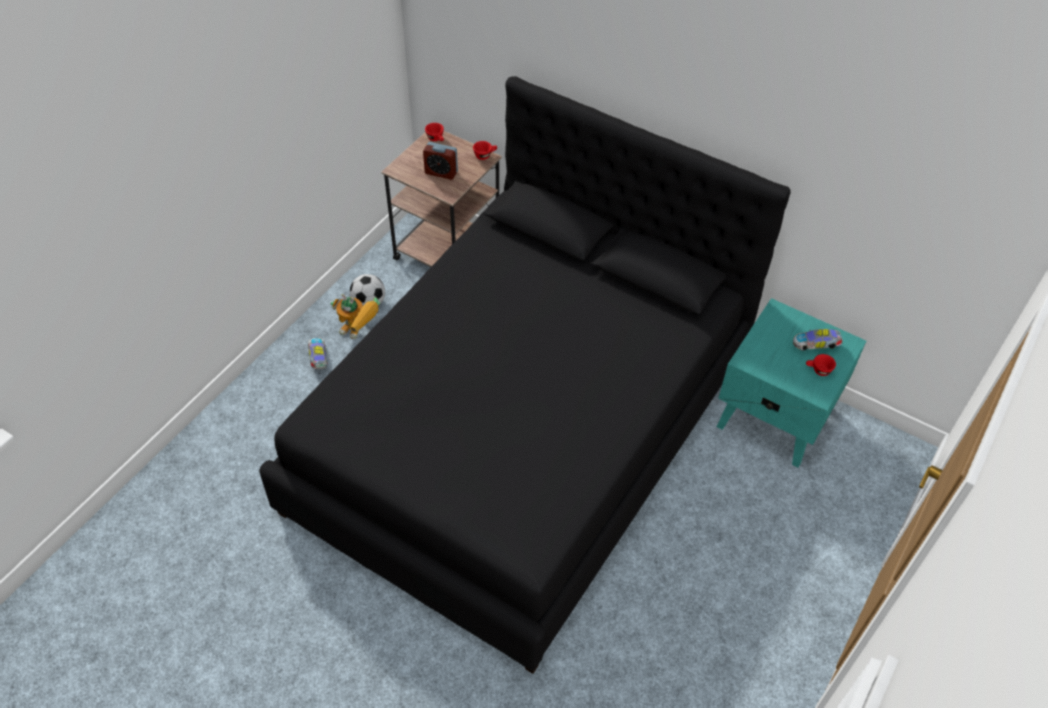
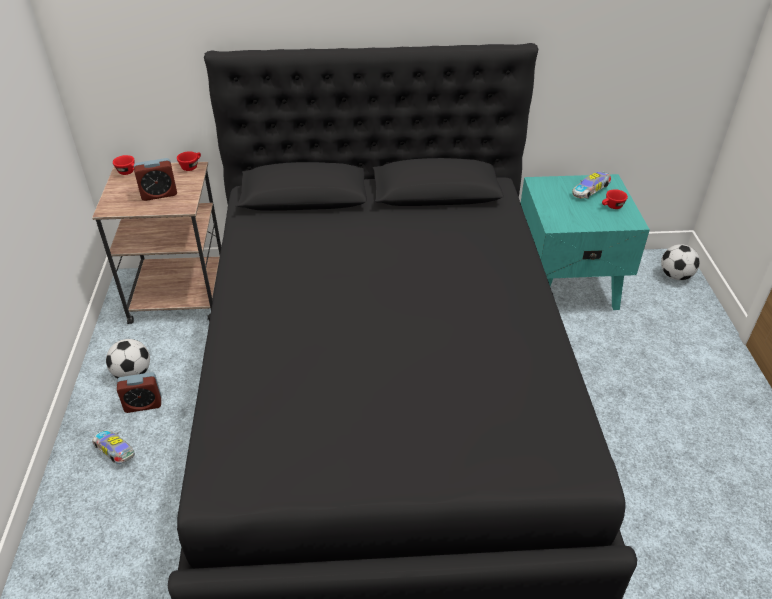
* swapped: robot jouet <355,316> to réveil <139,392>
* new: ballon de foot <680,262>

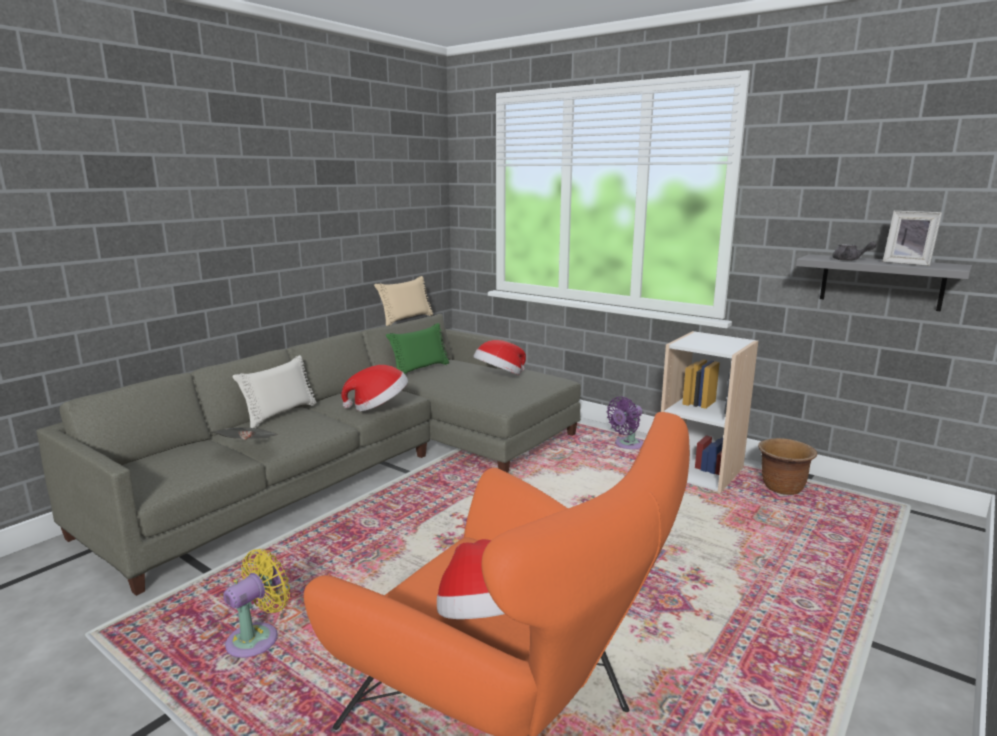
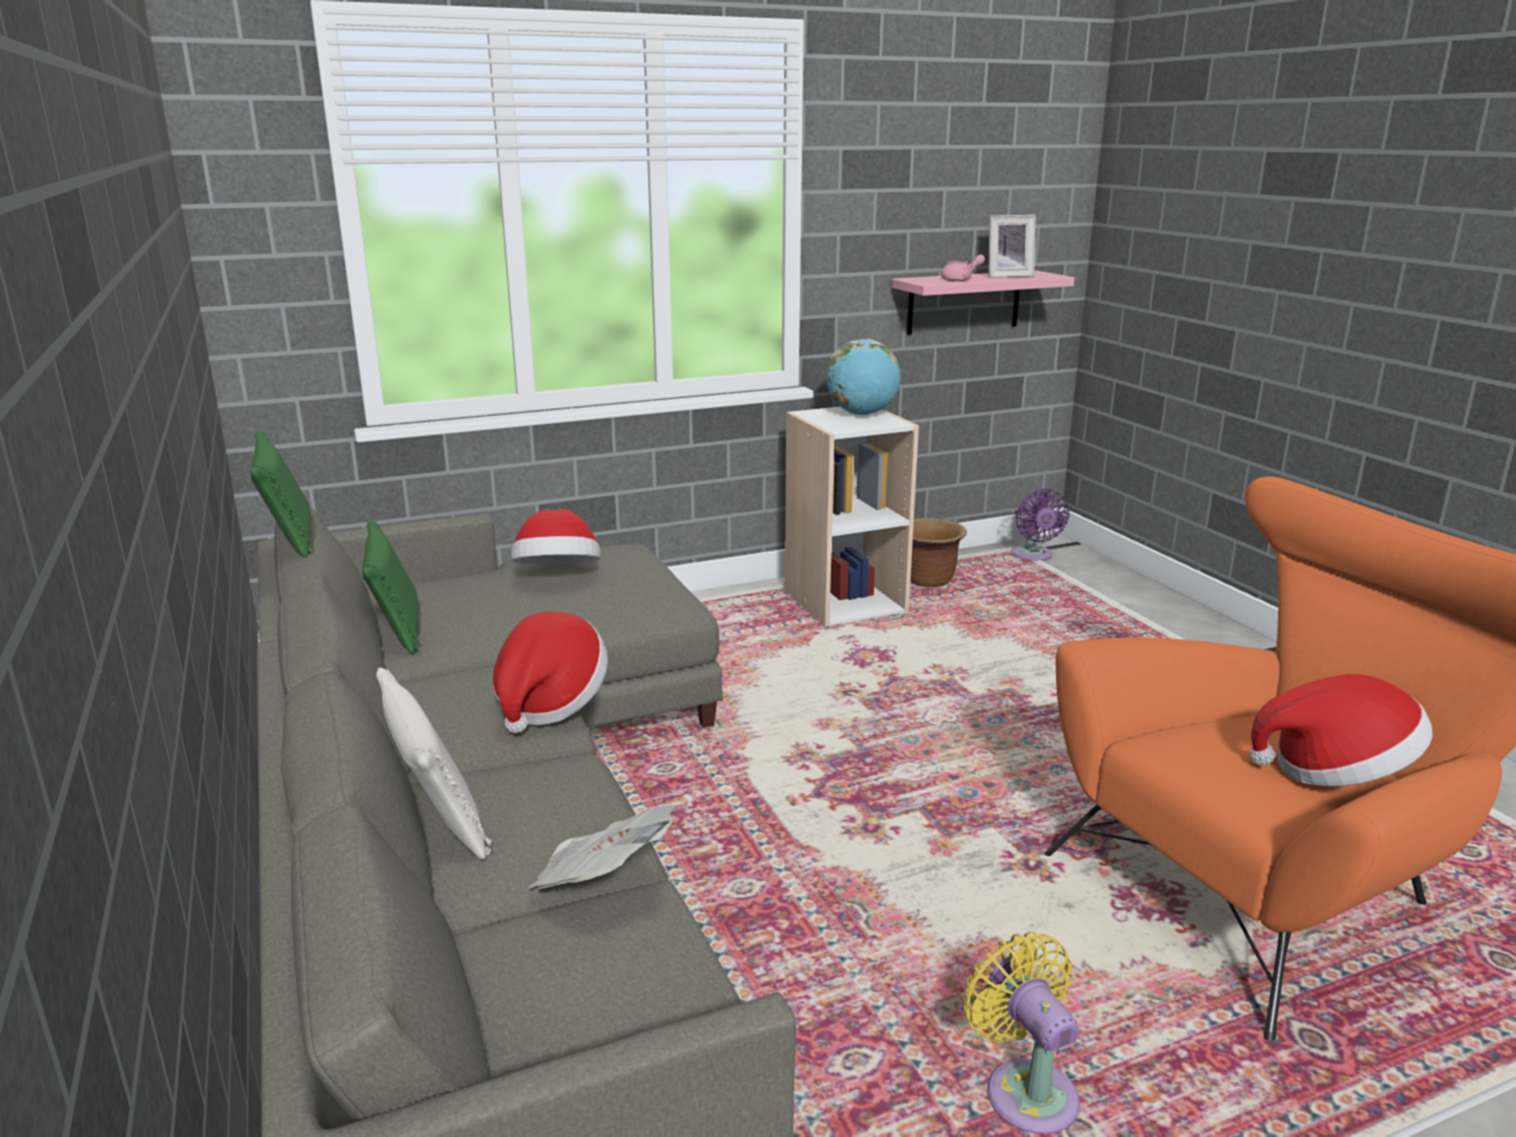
* repainted: coussin [beige] <403,301> to coussin [vert] <282,494>
* shifted: ventilateur [violet] <625,423> to <1040,525>
* repainted: étagère [gris] <884,282> to étagère [rose] <983,302>
* repainted: théière [gris] <854,251> to théière [rose] <963,267>
* new: globe <863,377>

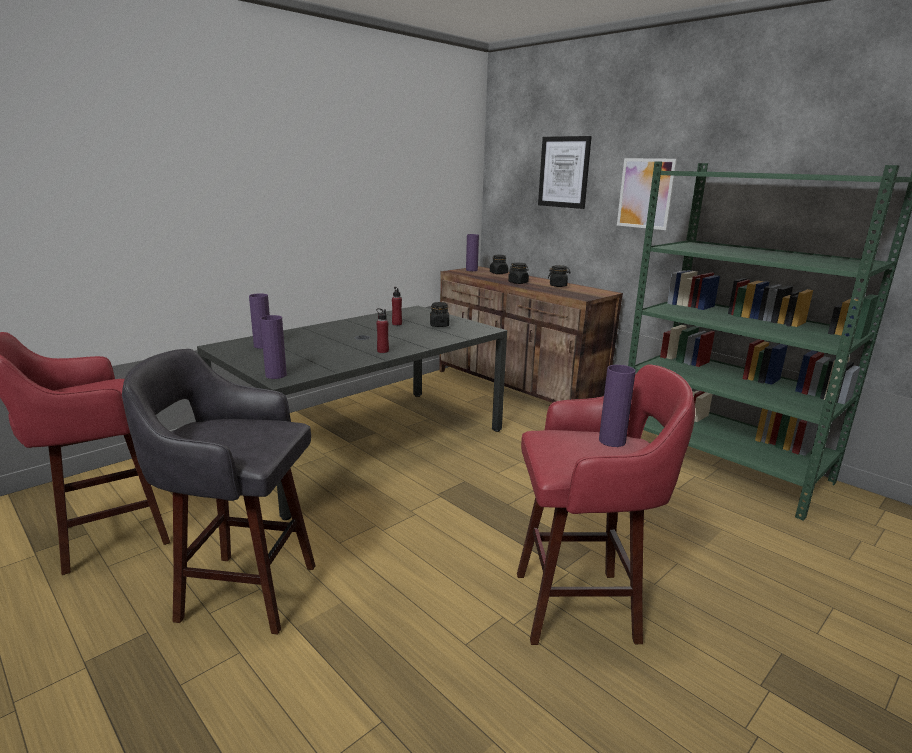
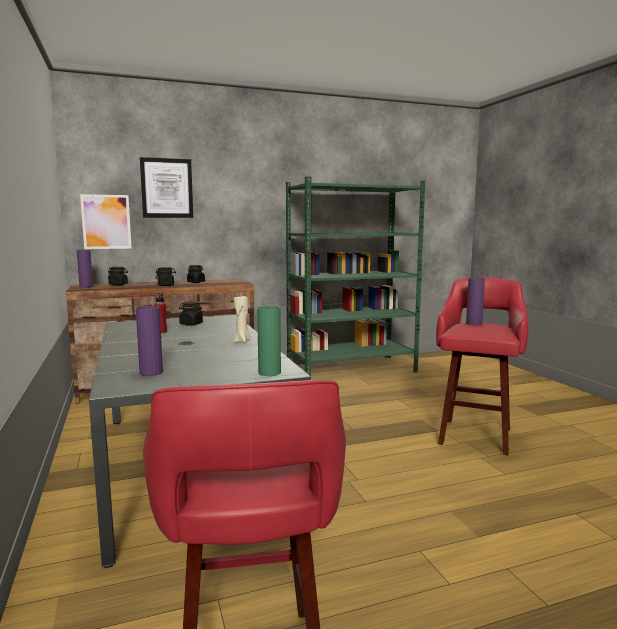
* gone: tabouret [gris] <218,492>
* repainted: vase [violet] <273,347> to vase [vert] <269,341>
* swapped: bouteille [rouge] <382,330> to bougie [beige] <242,319>
* shifted: tableau <647,194> to <106,221>

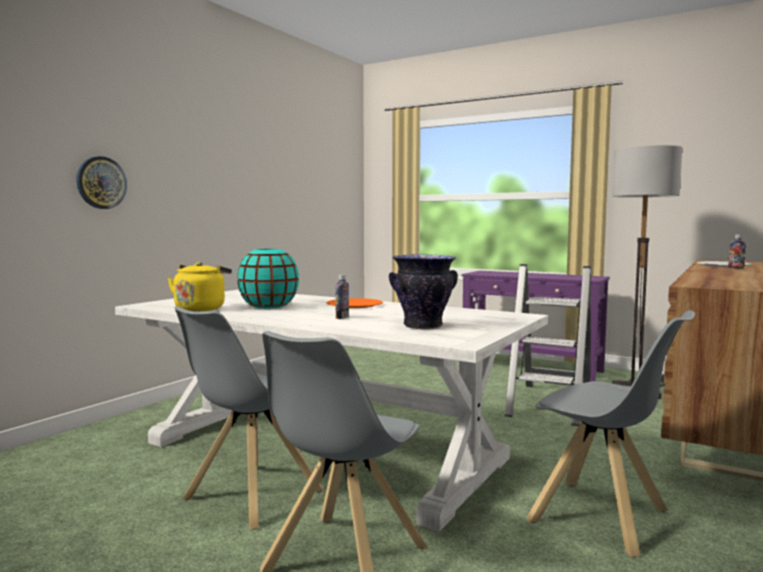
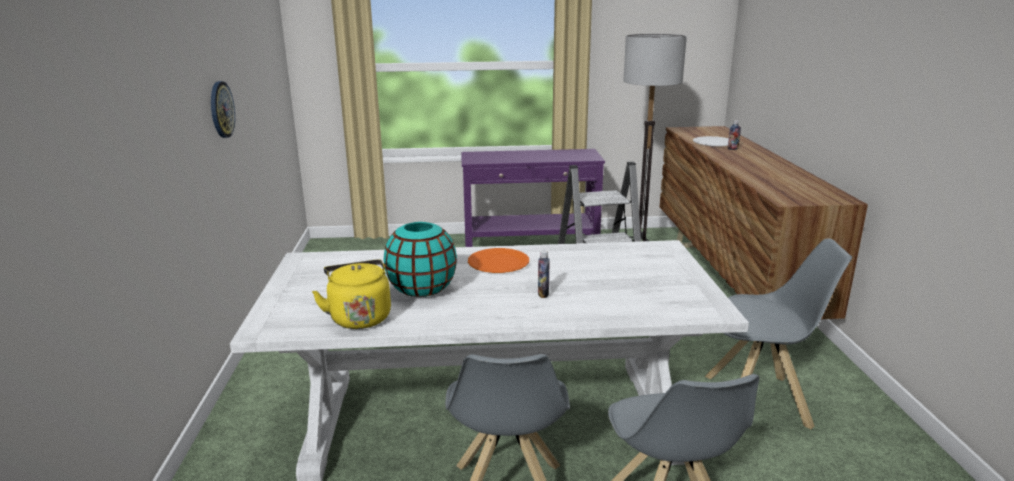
* shifted: horloge murale <101,182> to <223,109>
* gone: vase <423,292>

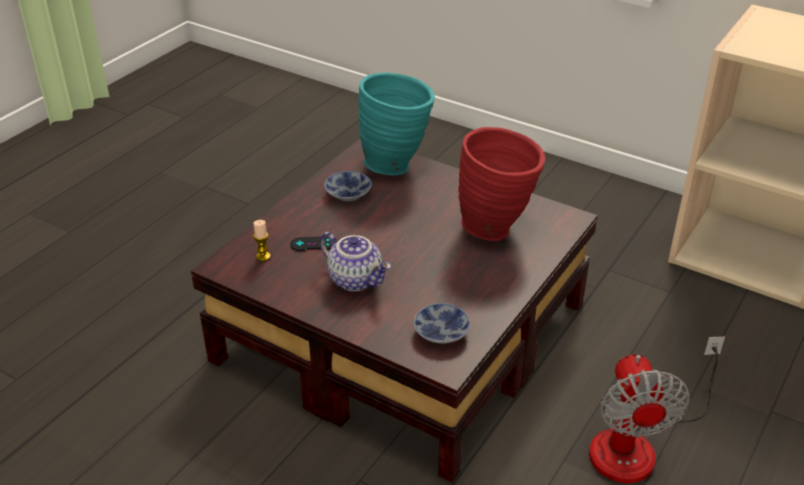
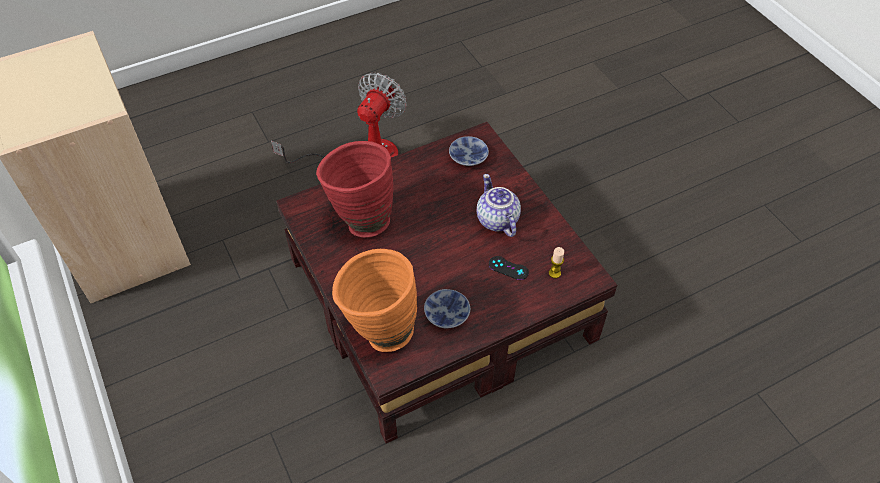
* repainted: vase [turquoise] <396,123> to vase [orange] <374,300>

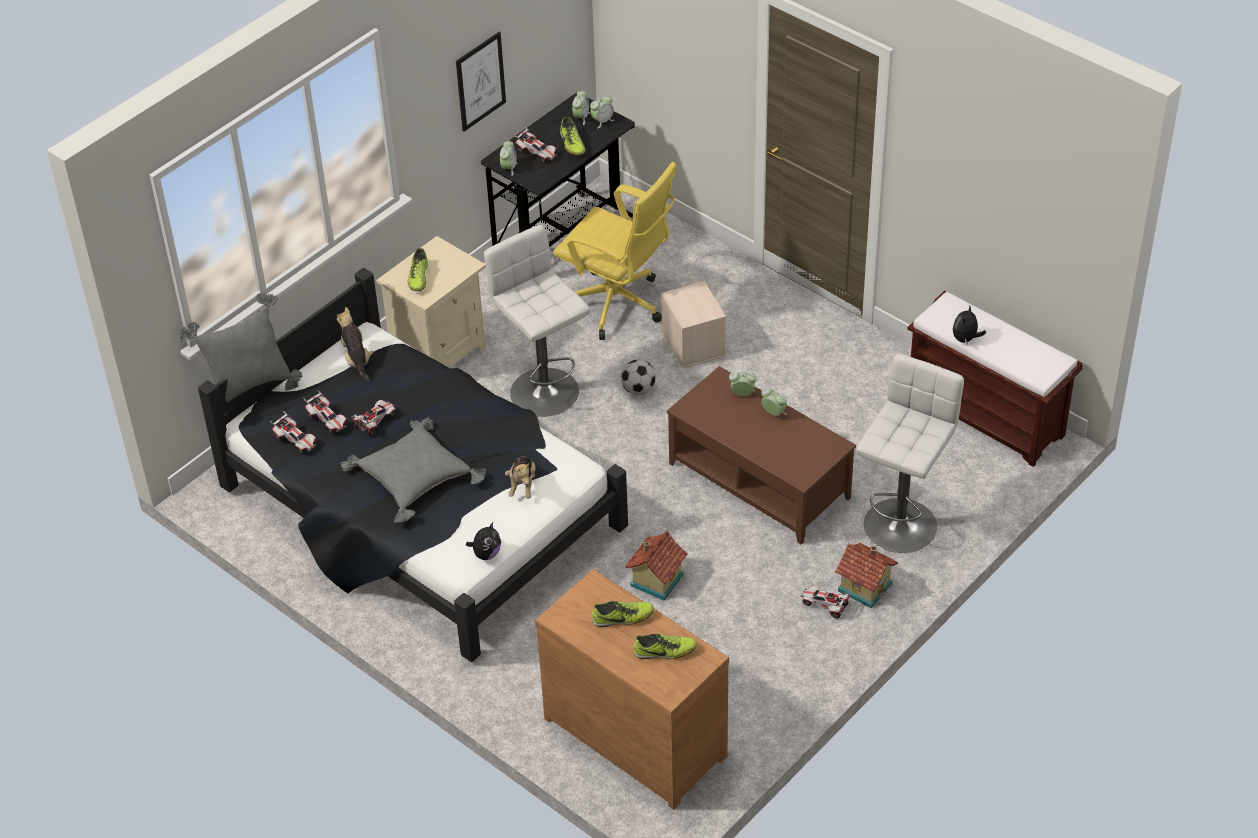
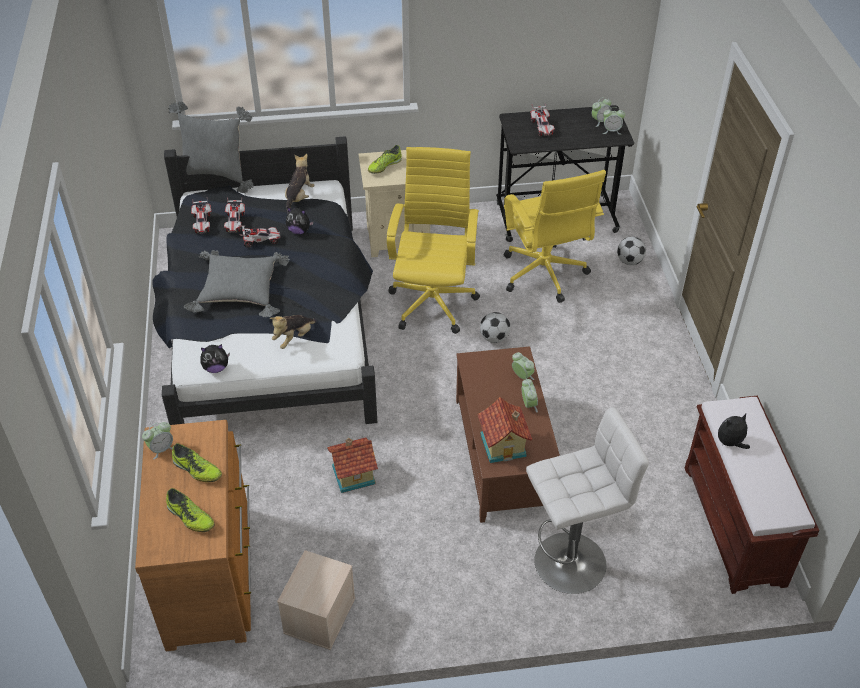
* gone: tableau <481,82>
* swapped: tabouret [blanc] <537,321> to chaise de bureau [jaune] <433,240>
* shifted: réveil <508,158> to <157,440>
* gone: chaussure <572,136>
* shifted: boîte de rangement [beige] <693,325> to <316,600>
* gone: petite voiture <826,602>
* shifted: maison miniature <866,575> to <504,430>
* new: peluche <300,220>
* new: ballon de foot <631,251>

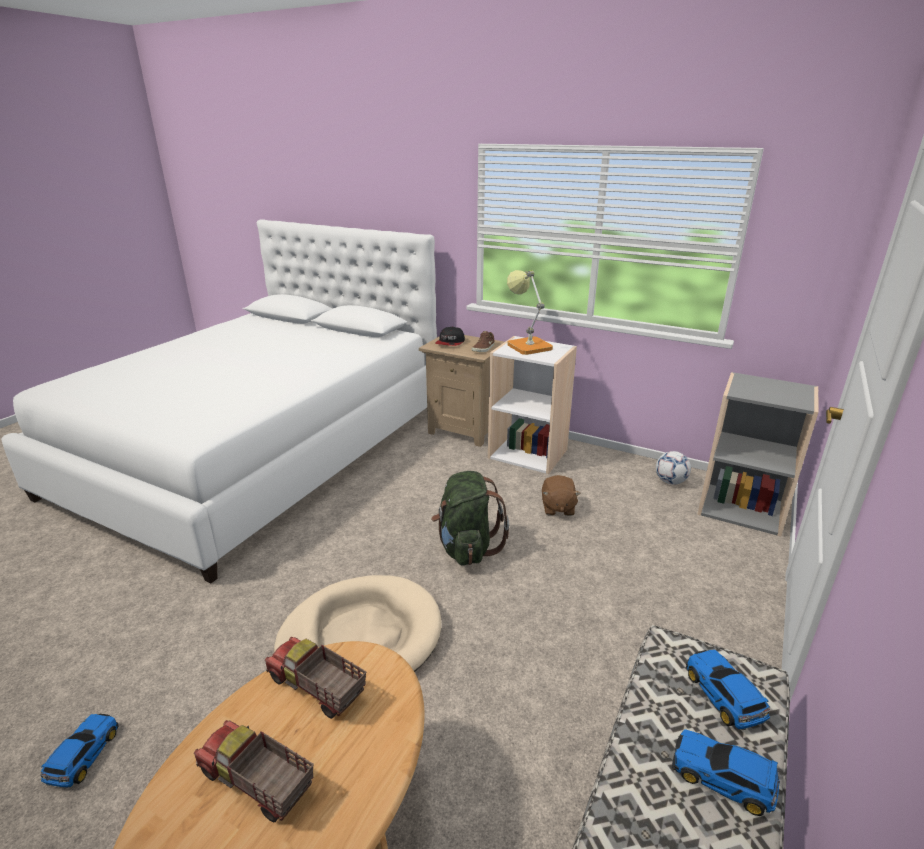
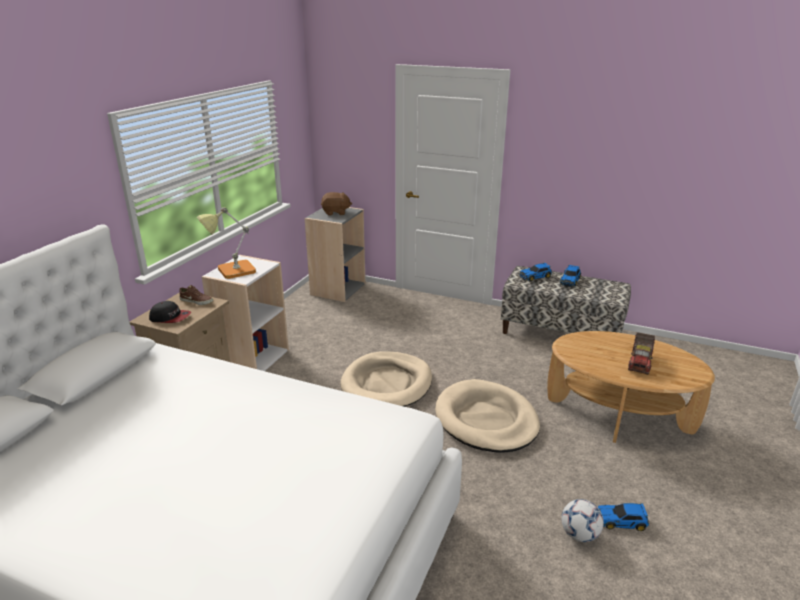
* gone: camion jouet <316,678>
* swapped: sac à dos [vert] <470,518> to panier pour chien [beige] <386,379>
* shifted: peluche [marron] <561,495> to <336,204>
* shifted: ballon de foot <673,468> to <582,520>

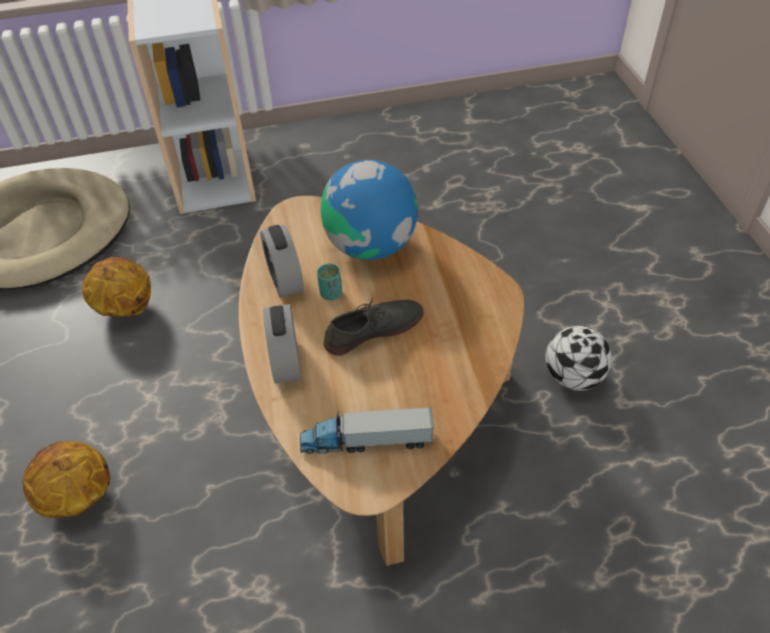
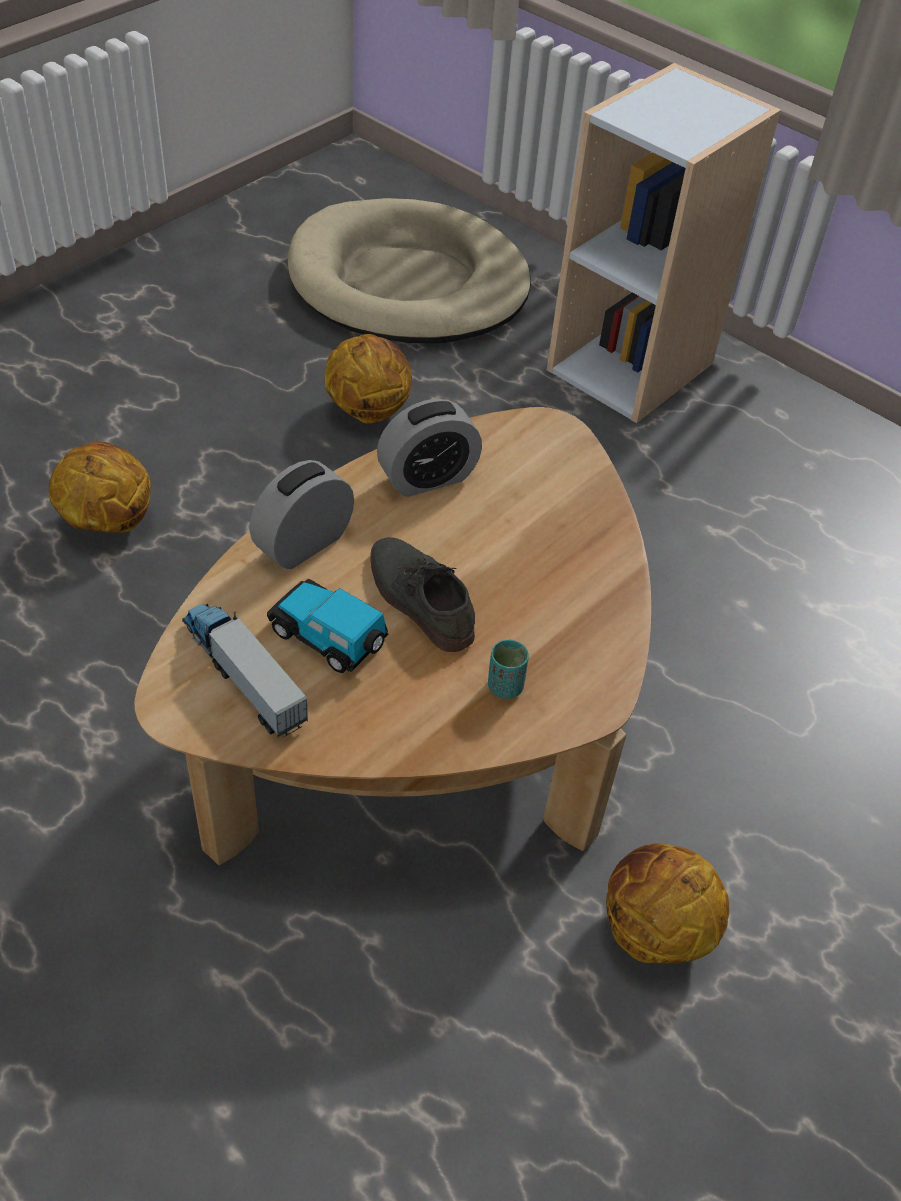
* rotated: réveil <282,261> = <429,448> 150 degrees counterclockwise
* shifted: tasse [turquoise] <329,282> to <508,669>
* gone: globe <369,210>
* rotated: chaussure [gris] <374,326> = <422,594> 150 degrees counterclockwise
* swapped: ballon de foot <578,358> to ballon de basket <667,903>
* new: petite voiture <328,626>

